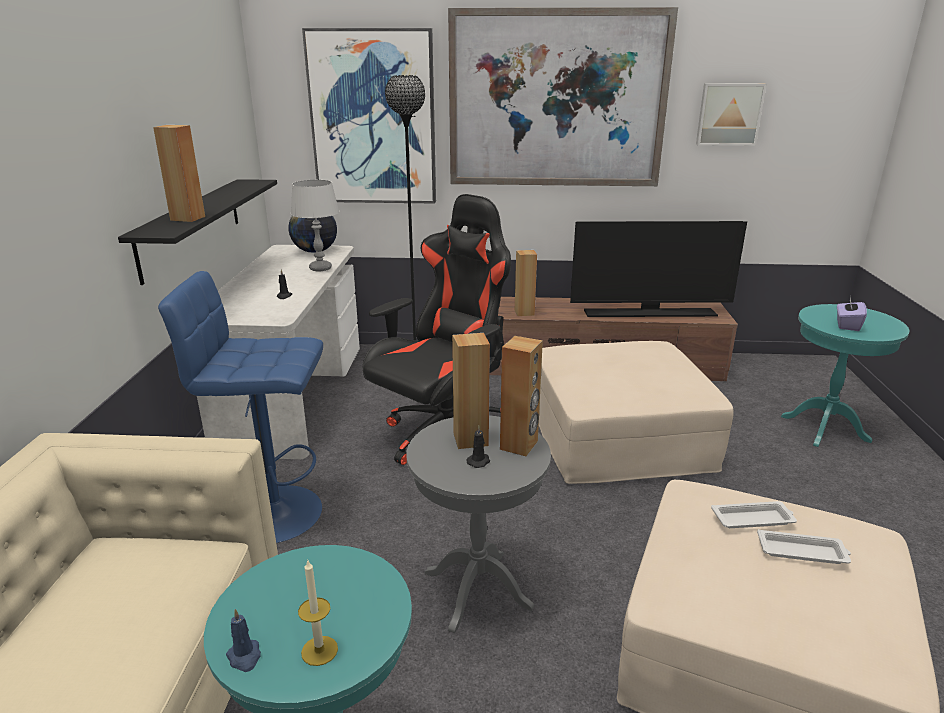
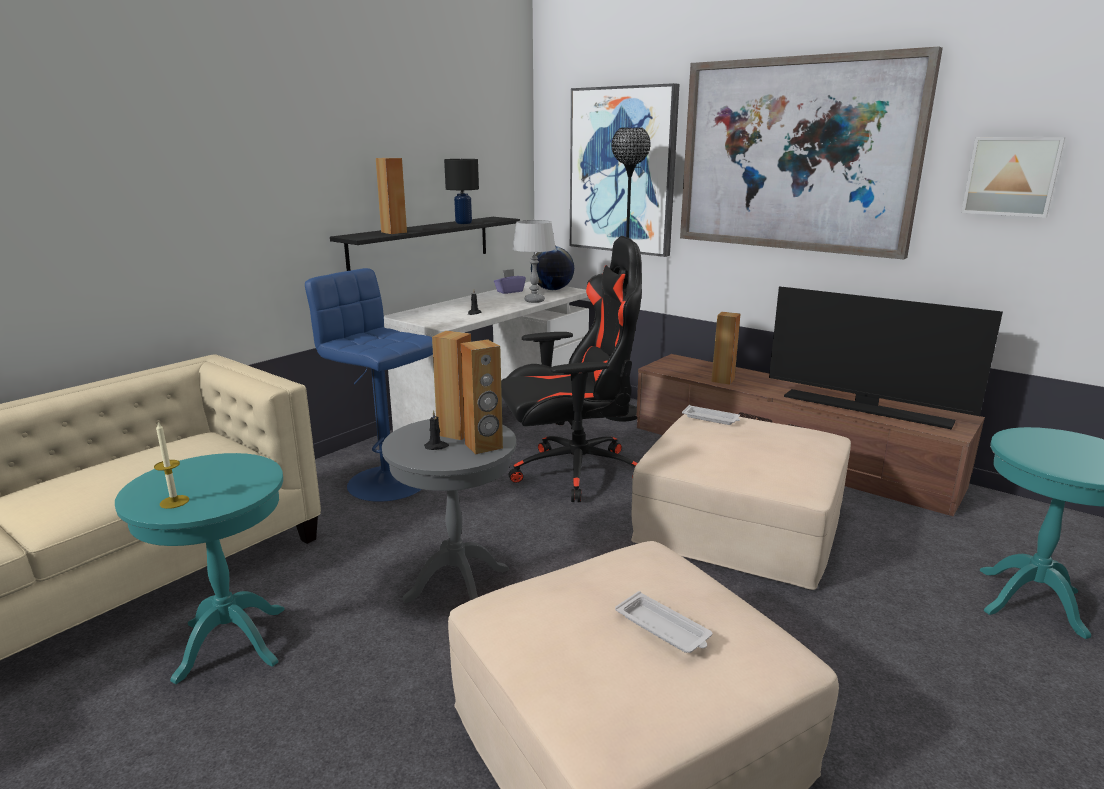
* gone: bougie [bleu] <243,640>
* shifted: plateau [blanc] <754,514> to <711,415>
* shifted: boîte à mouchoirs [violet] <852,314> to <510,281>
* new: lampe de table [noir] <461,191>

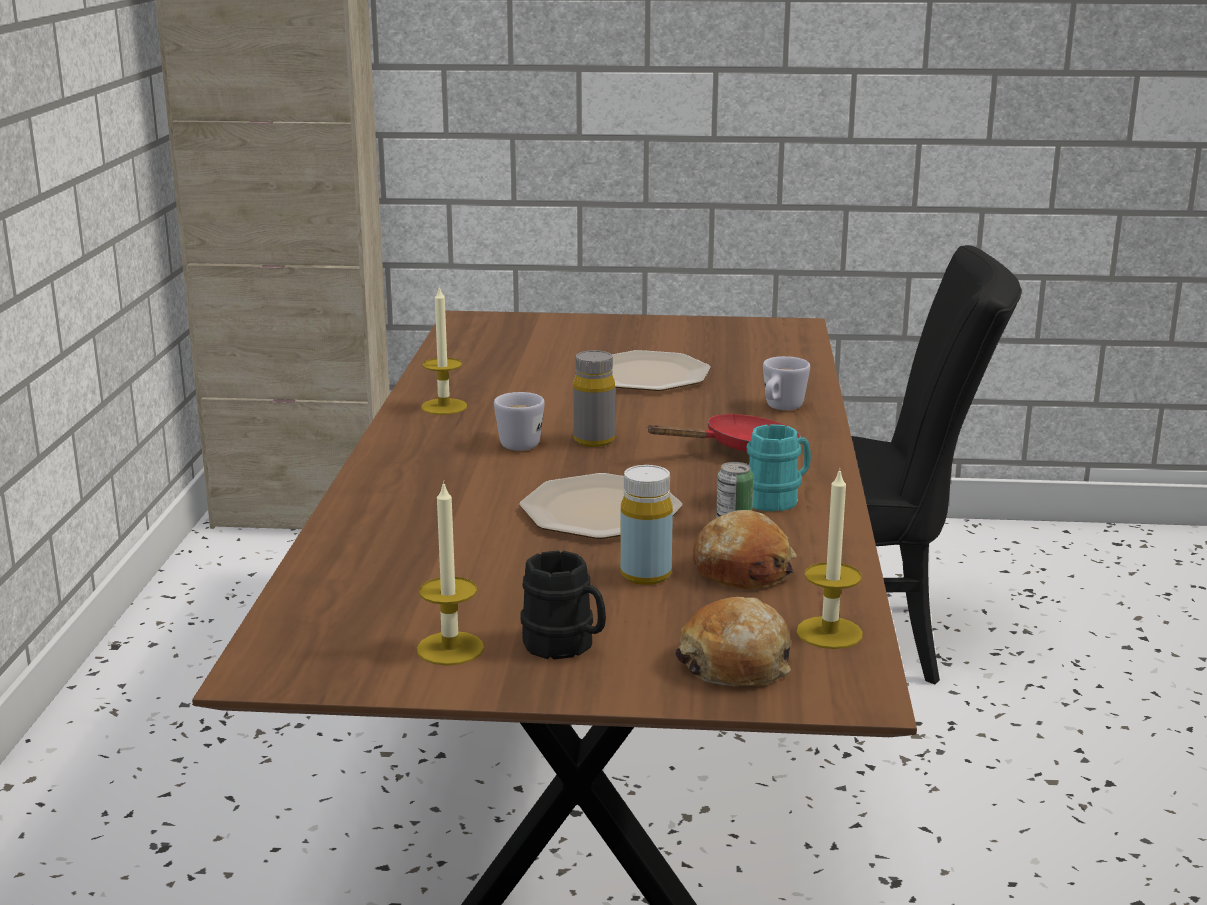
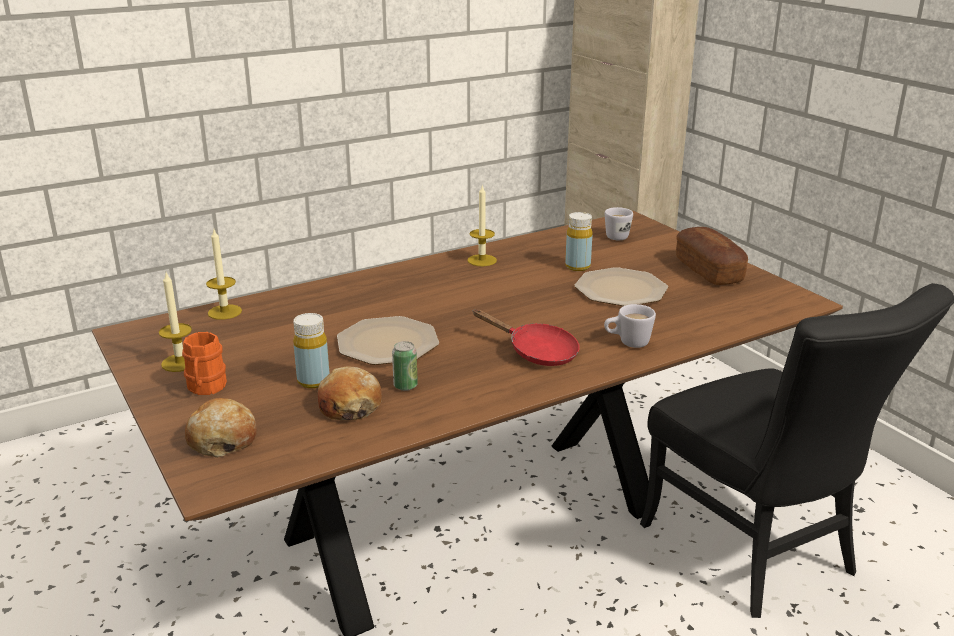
* shifted: mug [blanc] <519,421> to <619,223>
* repainted: mug [noir] <563,605> to mug [orange] <204,363>
* gone: bouteille [gris] <594,398>
* gone: mug [turquoise] <779,468>
* shifted: bougie <830,558> to <224,275>
* new: bouteille [jaune] <579,241>
* new: pain <712,256>

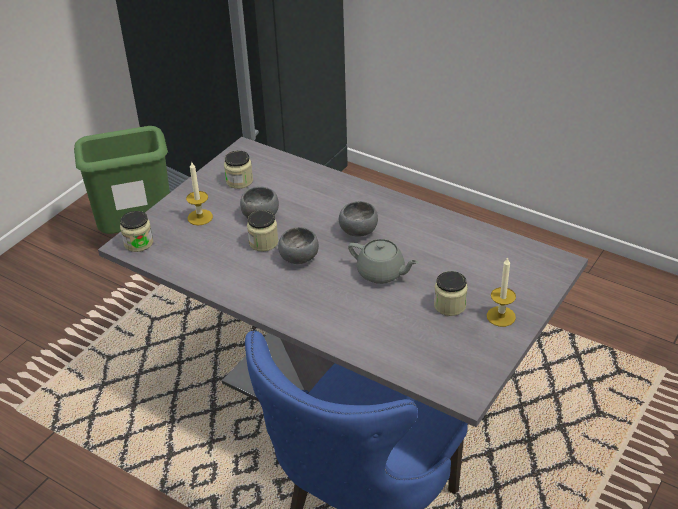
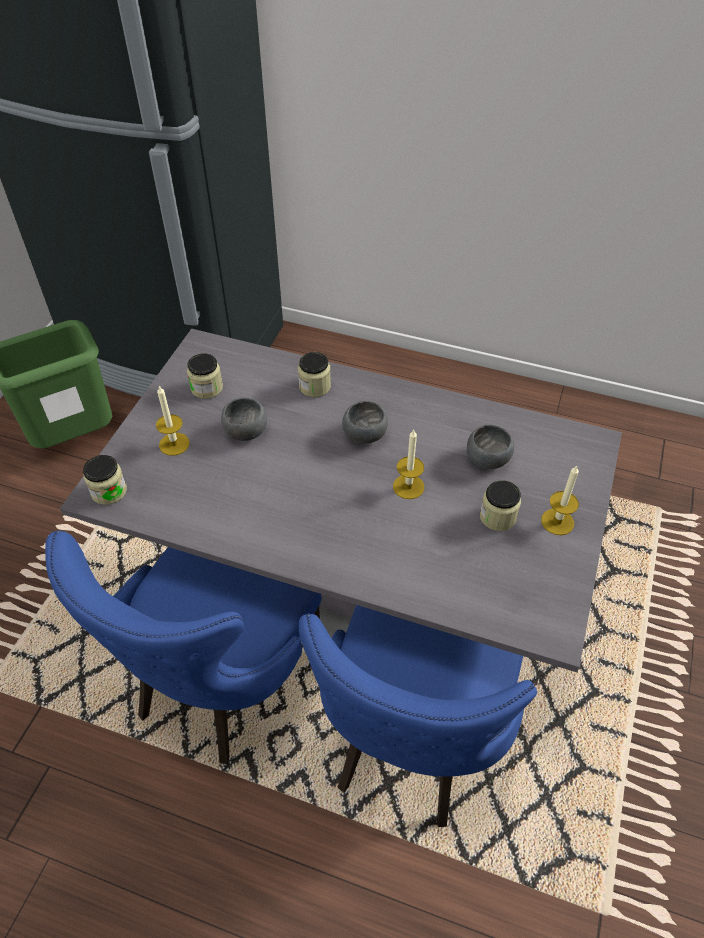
* shifted: bocal <262,231> to <314,374>
* shifted: bol [gris] <298,245> to <490,447>
* swapped: théière [gris] <383,261> to bougie <408,464>
* new: chaise [bleu] <183,647>

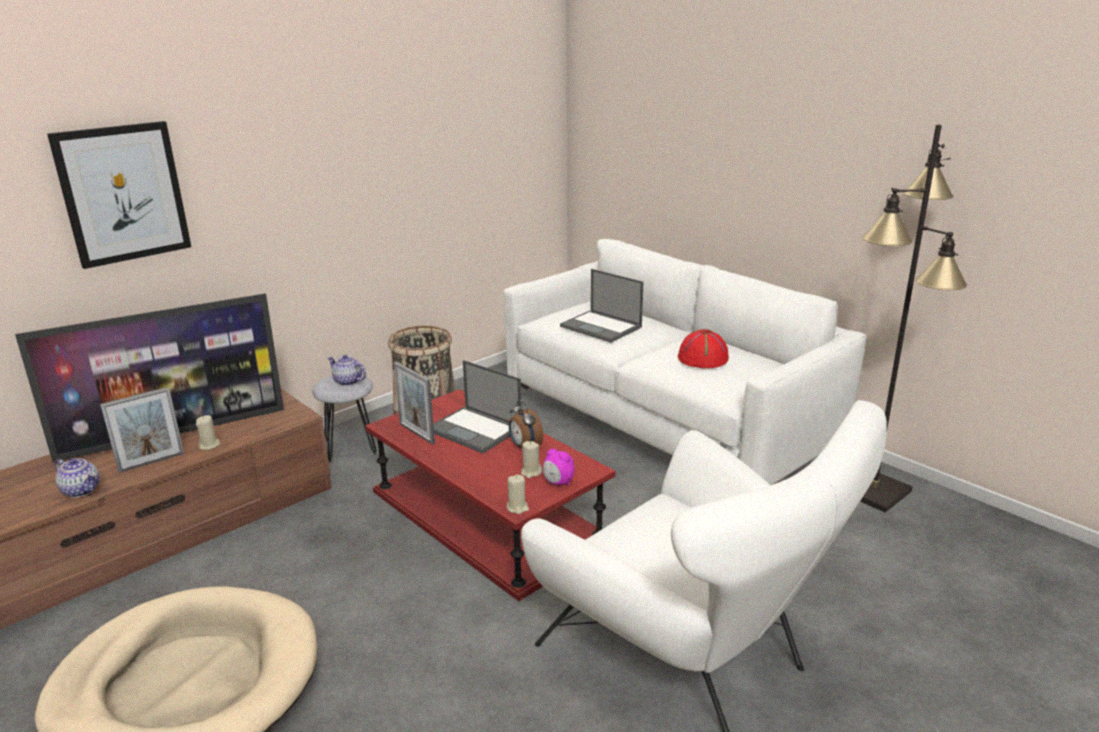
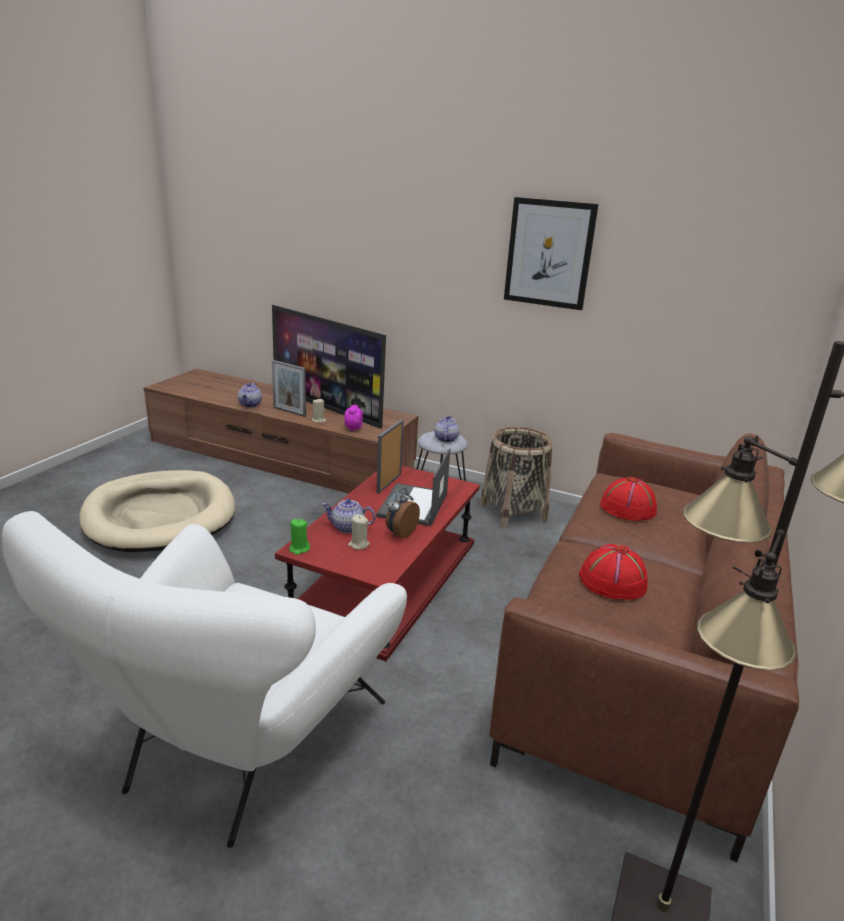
* shifted: tableau <119,195> to <551,253>
* repainted: canapé [blanc] <685,362> to canapé [marron] <644,647>
* repainted: bougie [beige] <518,494> to bougie [vert] <299,537>
* shifted: réveil <559,467> to <353,418>
* swapped: ordinateur portable <601,306> to chapeau [rouge] <628,499>
* new: théière <348,516>

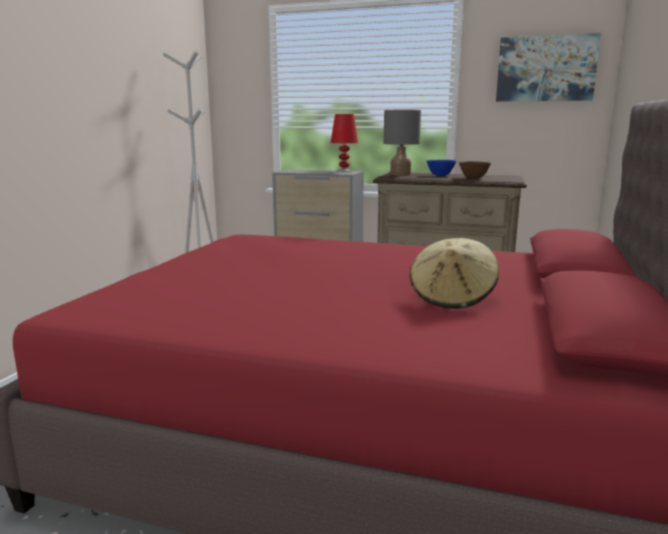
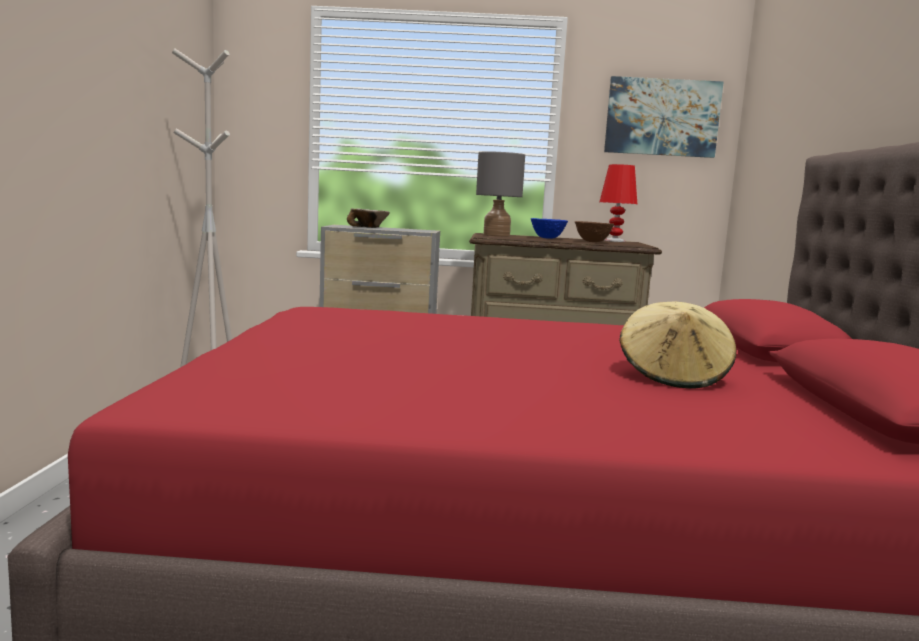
* shifted: lampe de table [rouge] <344,143> to <618,203>
* new: bol <368,218>

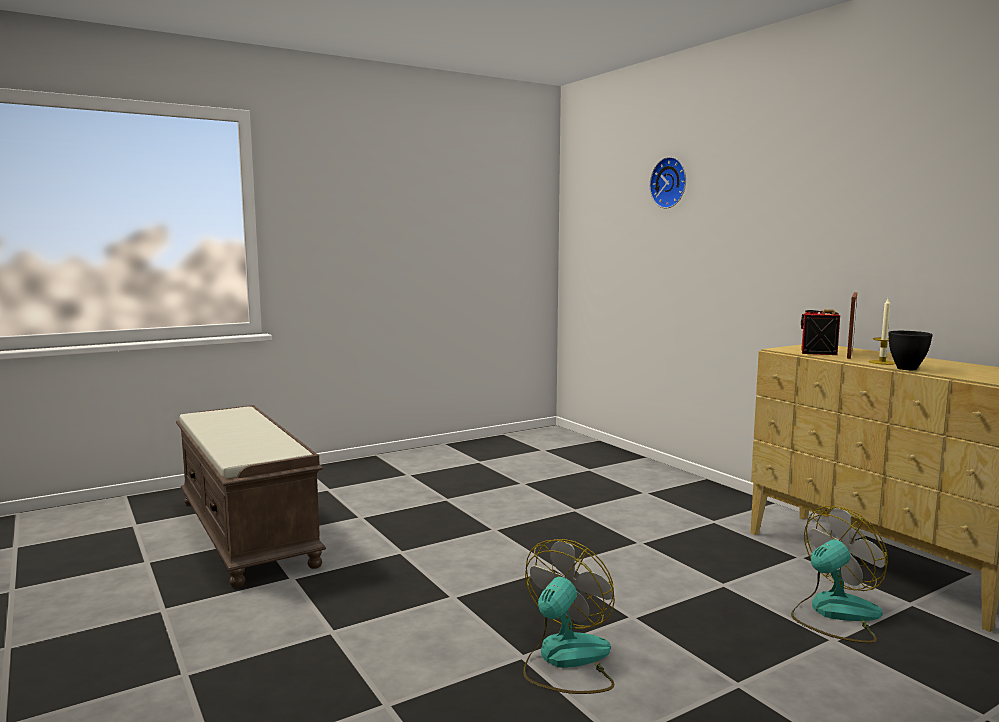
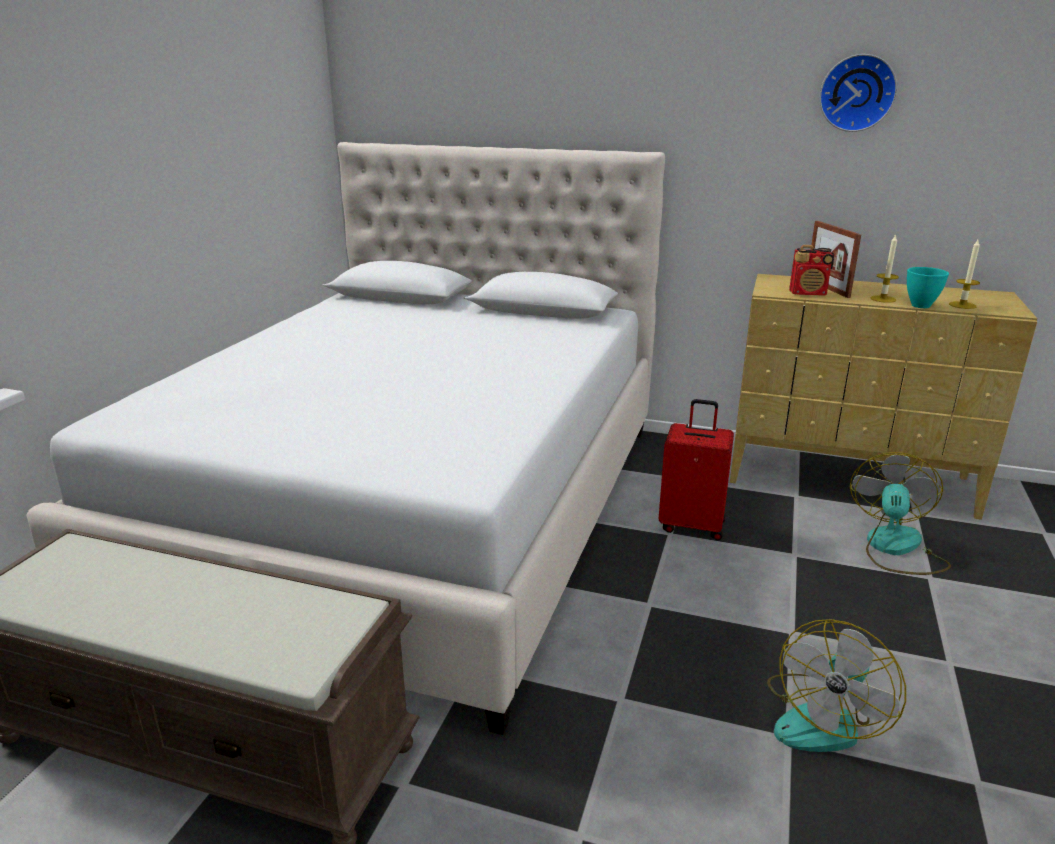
* rotated: ventilateur <569,616> = <836,685> 135 degrees counterclockwise
* shifted: horloge murale <668,182> to <858,93>
* rotated: radio <820,332> = <811,270> 150 degrees counterclockwise
* repainted: bol [noir] <910,350> to bol [turquoise] <928,287>
* new: lit [blanc] <345,438>
* new: valise [rouge] <696,469>
* new: bougie <964,274>

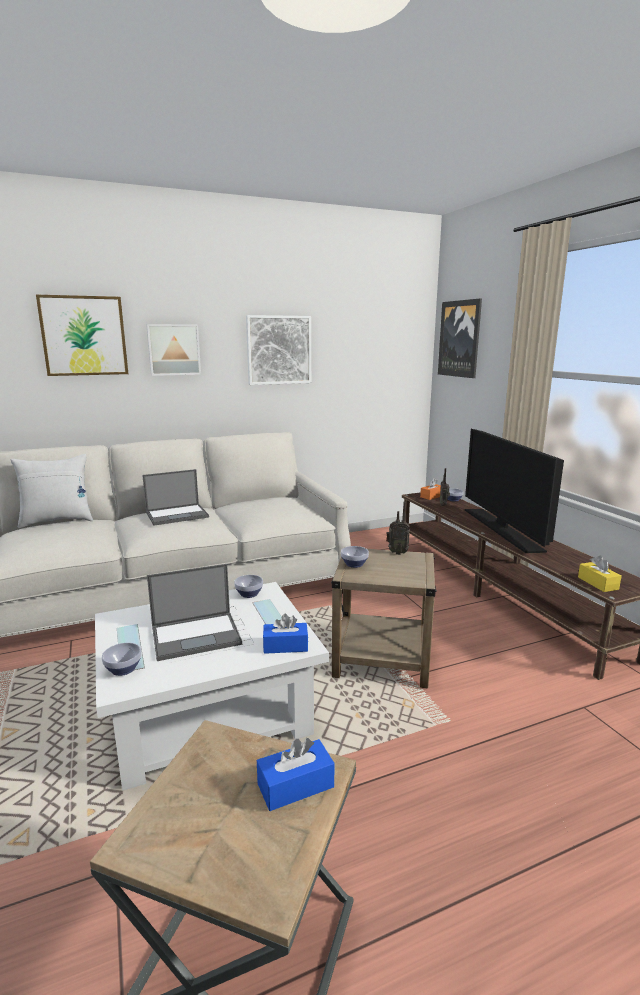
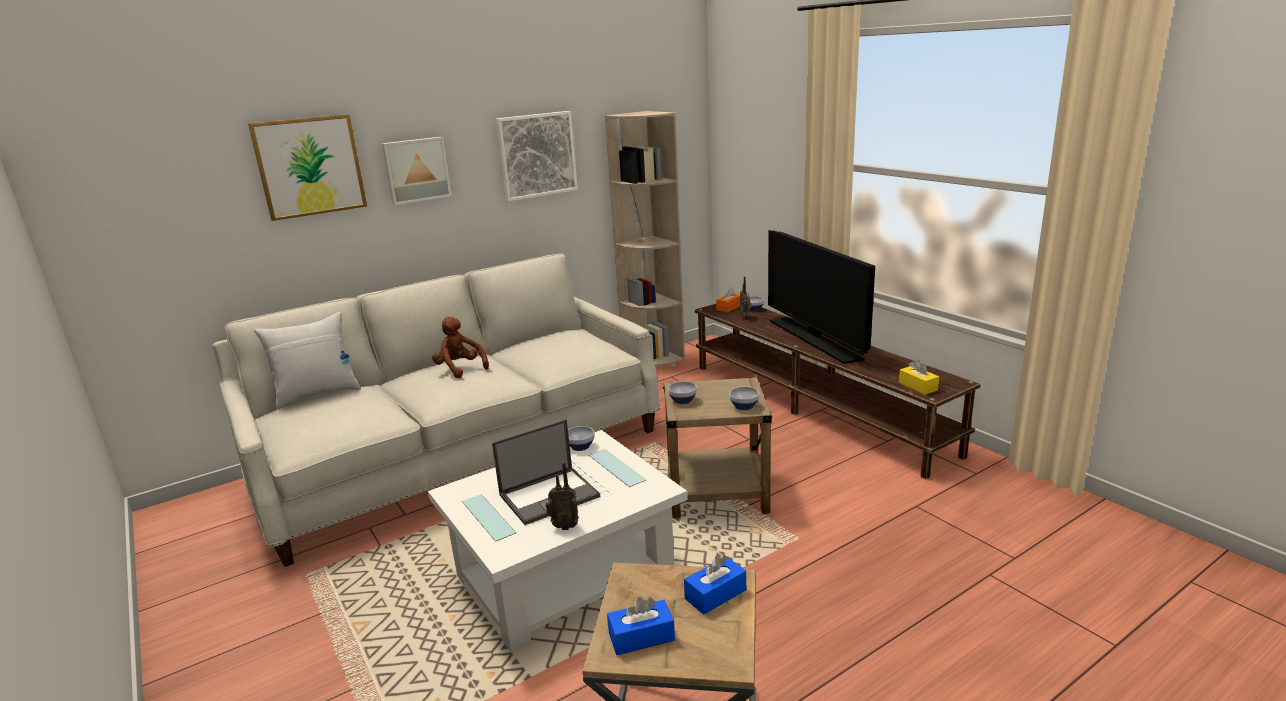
* shifted: bol <121,659> to <744,398>
* swapped: ordinateur portable <175,497> to peluche [marron] <460,347>
* shifted: boîte à mouchoirs [bleu] <285,634> to <641,626>
* shifted: radio <398,528> to <562,496>
* gone: tableau <460,338>
* new: bibliothèque [beige] <645,238>

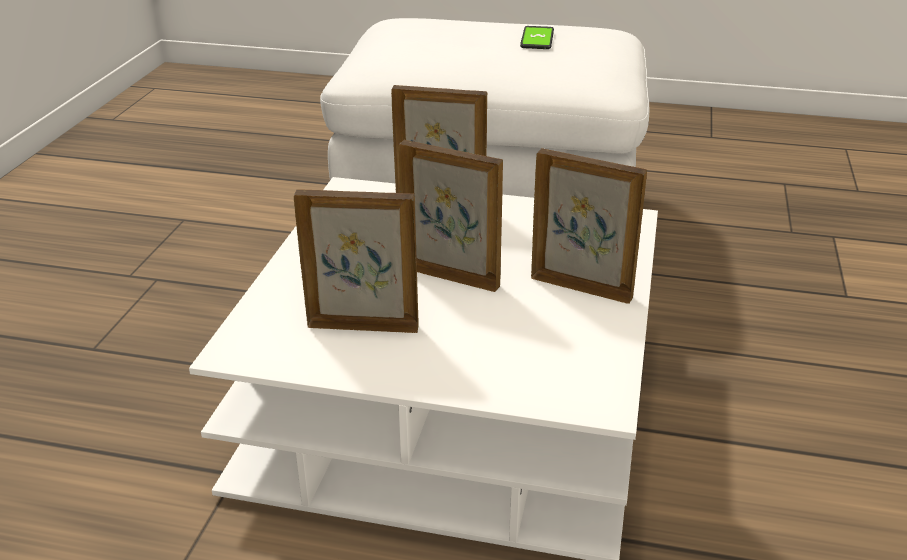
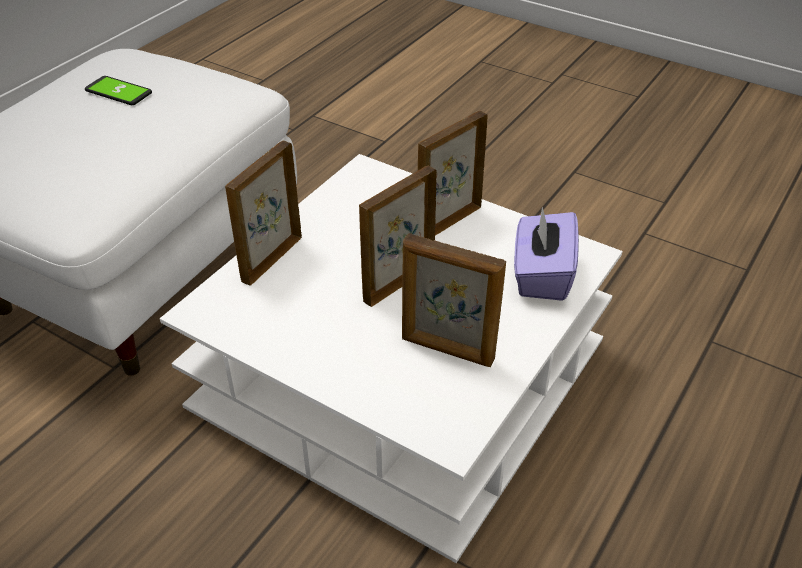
* rotated: cadre photo <356,261> = <454,300> 90 degrees counterclockwise
* new: boîte à mouchoirs [violet] <546,253>

